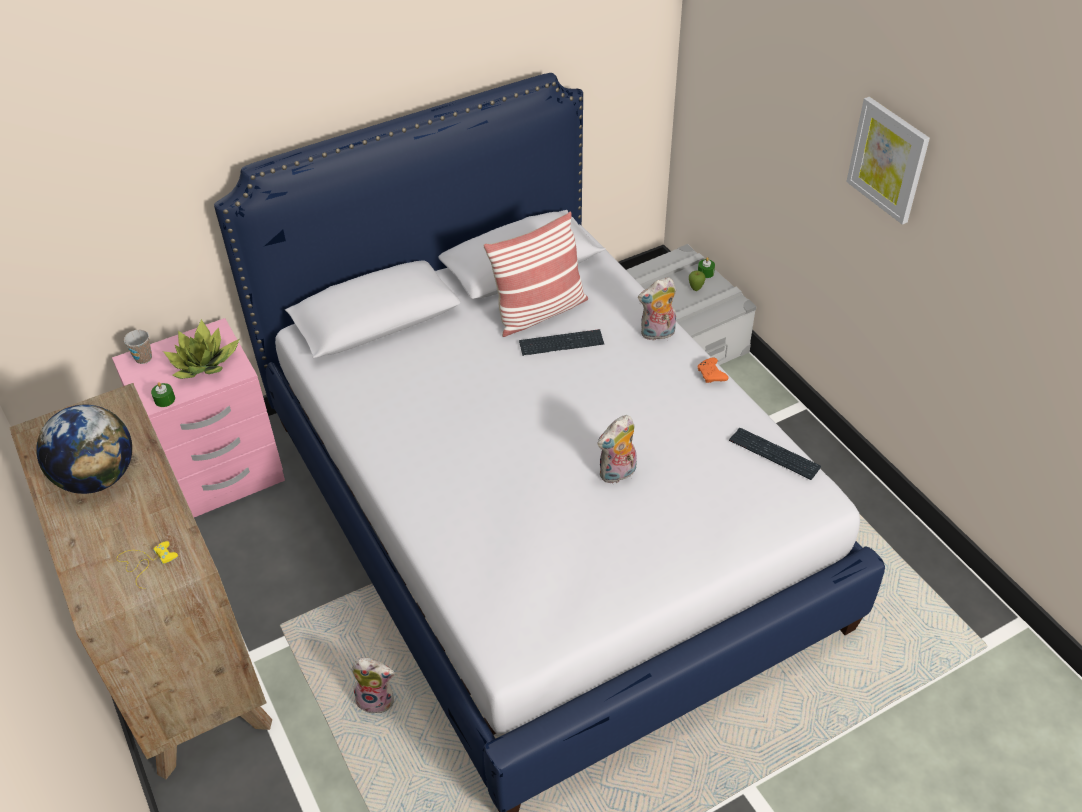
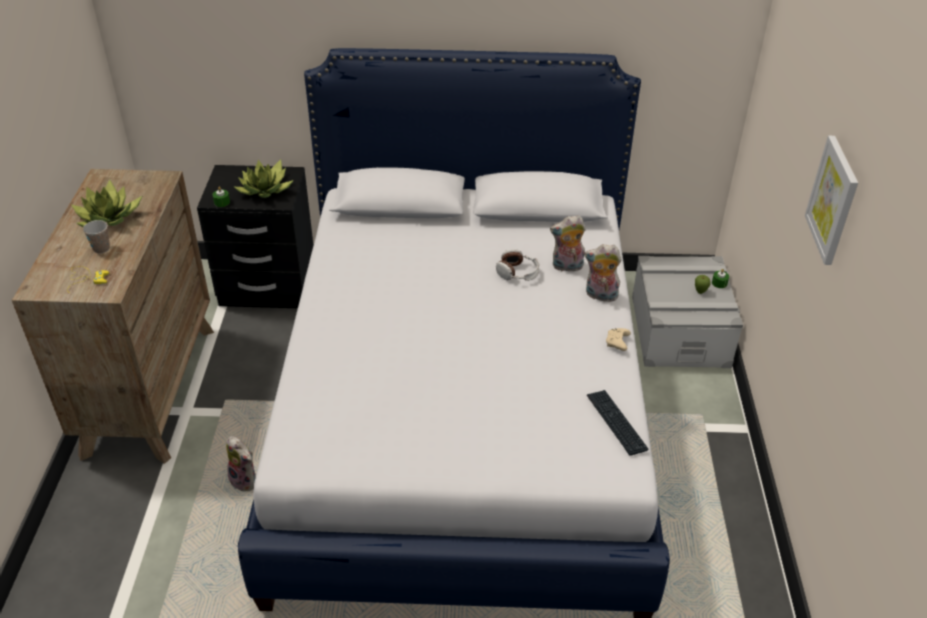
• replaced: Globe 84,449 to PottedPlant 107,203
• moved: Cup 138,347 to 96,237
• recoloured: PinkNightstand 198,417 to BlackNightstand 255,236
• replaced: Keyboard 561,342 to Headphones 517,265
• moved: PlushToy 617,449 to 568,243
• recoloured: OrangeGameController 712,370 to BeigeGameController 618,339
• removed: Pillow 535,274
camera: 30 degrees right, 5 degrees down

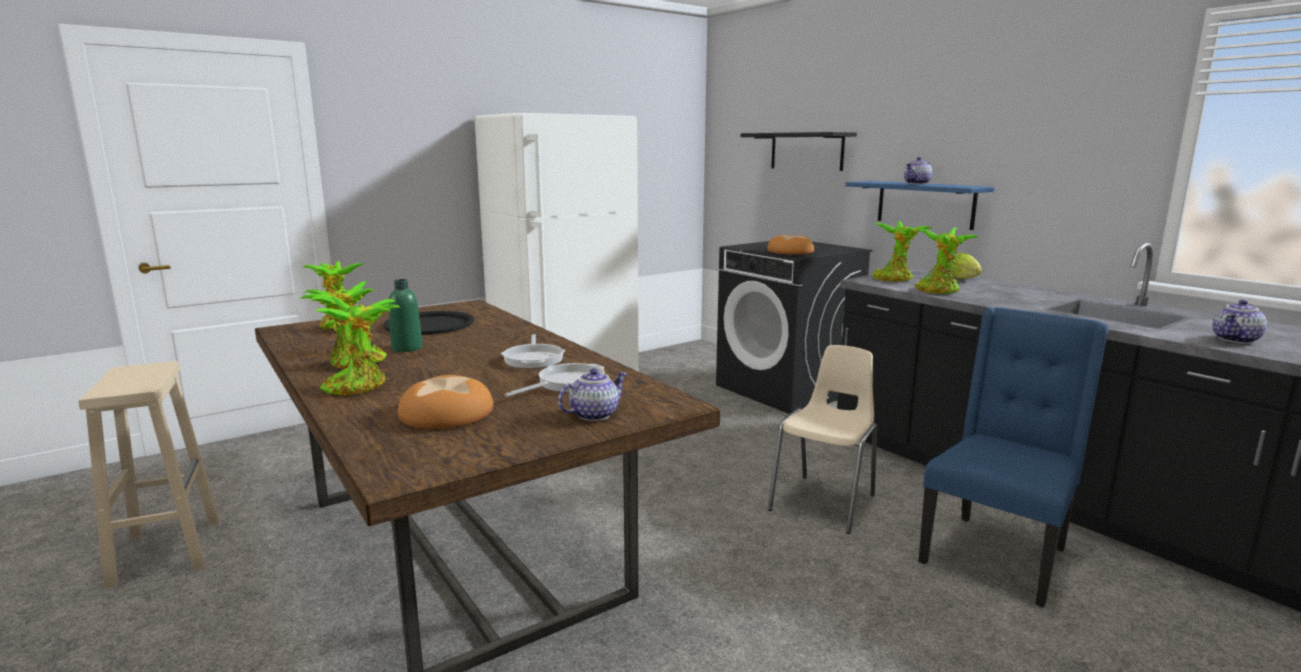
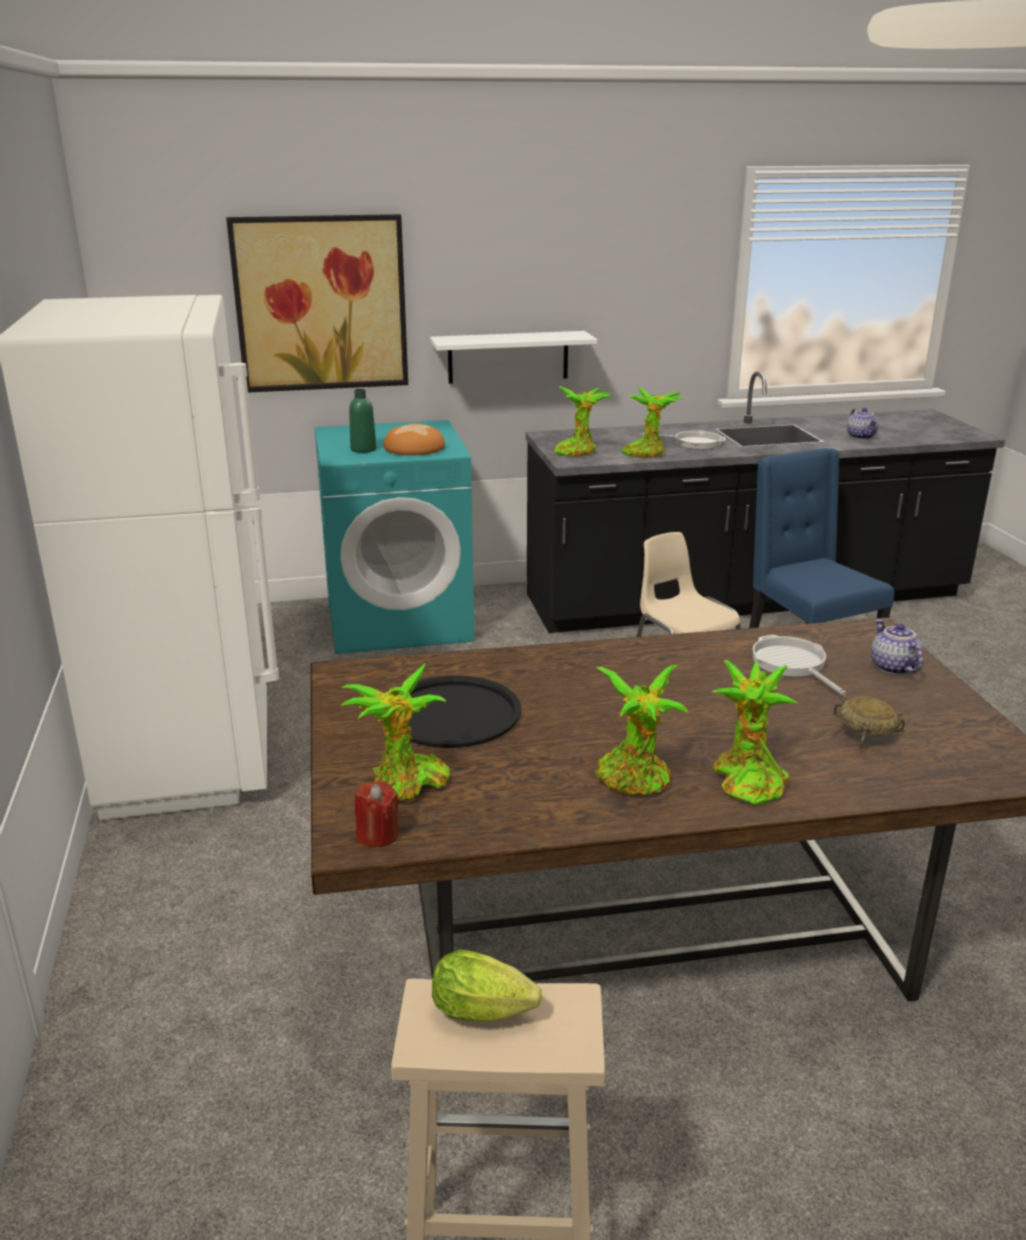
• replaced: BlackShelf 799,151 to Picture 317,303
• recoloured: BlackWashingMachine 794,327 to TurquoiseWashingMachine 394,537
• moved: GreenBottle 406,315 to 362,421
• added: RedCandle 377,813
• recoloured: BlueShelf 920,205 to WhiteShelf 513,357
• moved: Lettuce 967,266 to 487,986
• moved: FryingPan 533,351 to 684,440
• replaced: Bread 445,402 to BeigeBowl 868,723
• removed: Teapot 918,170
camera: 65 degrees left, 10 degrees up

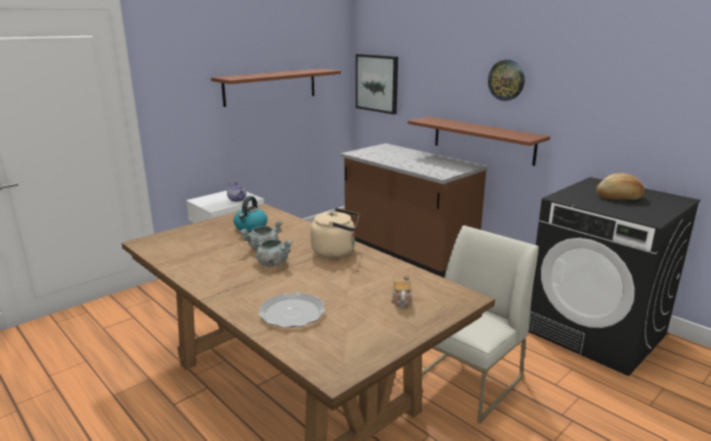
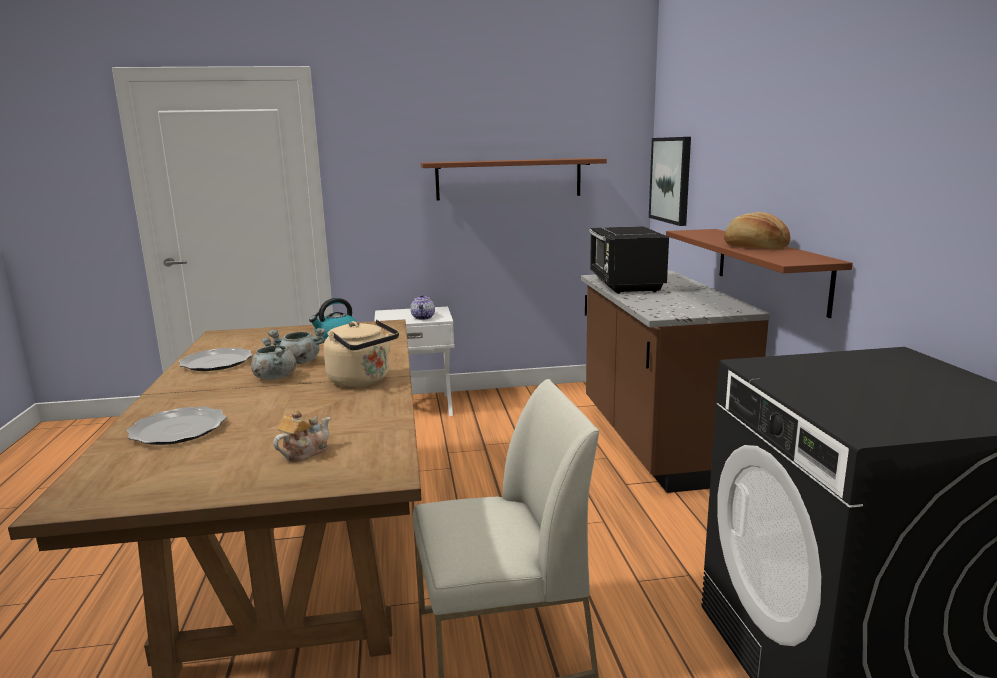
• added: Plate 216,359
• added: BlackMicrowave 629,260
• moved: Bread 620,186 to 757,230
• removed: WallClock 506,80
camera: 35 degrees right, 5 degrees down

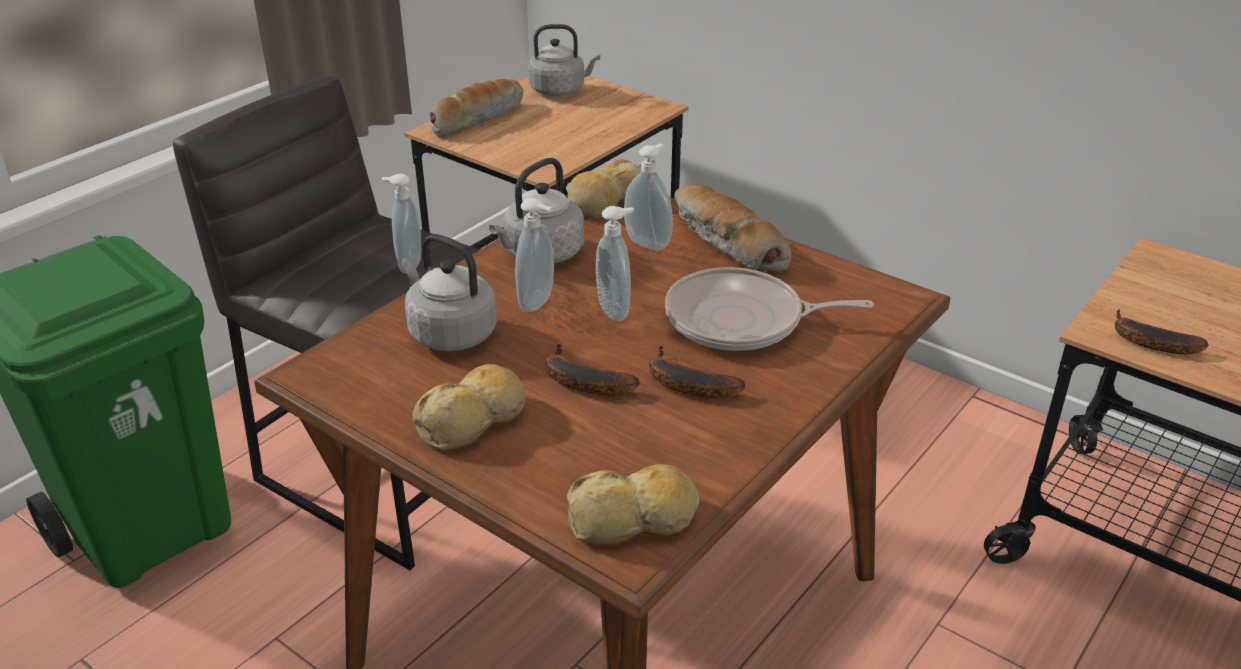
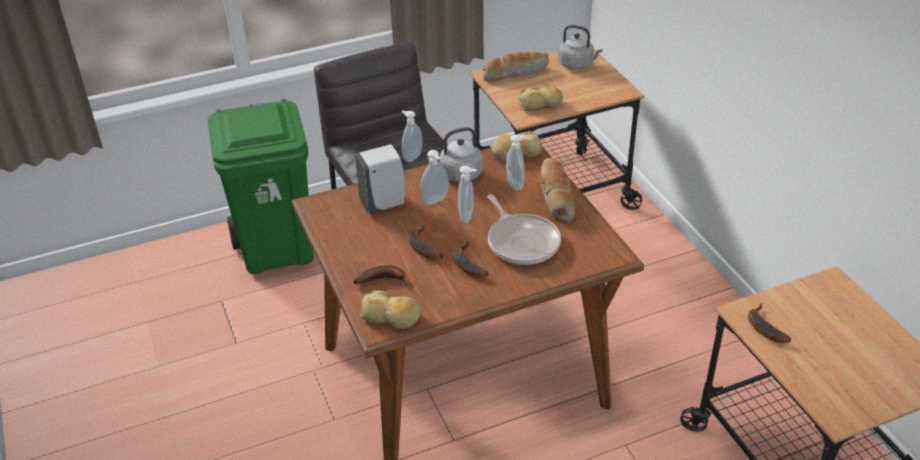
• added: Banana 380,276
• replaced: GreyKettle 449,293 to WhiteSoapDispenser 380,179
• turned: FryingPan 769,309 = 524,229 150 degrees counterclockwise
• moved: Bread 468,407 to 541,99
camera: 30 degrees right, 5 degrees up

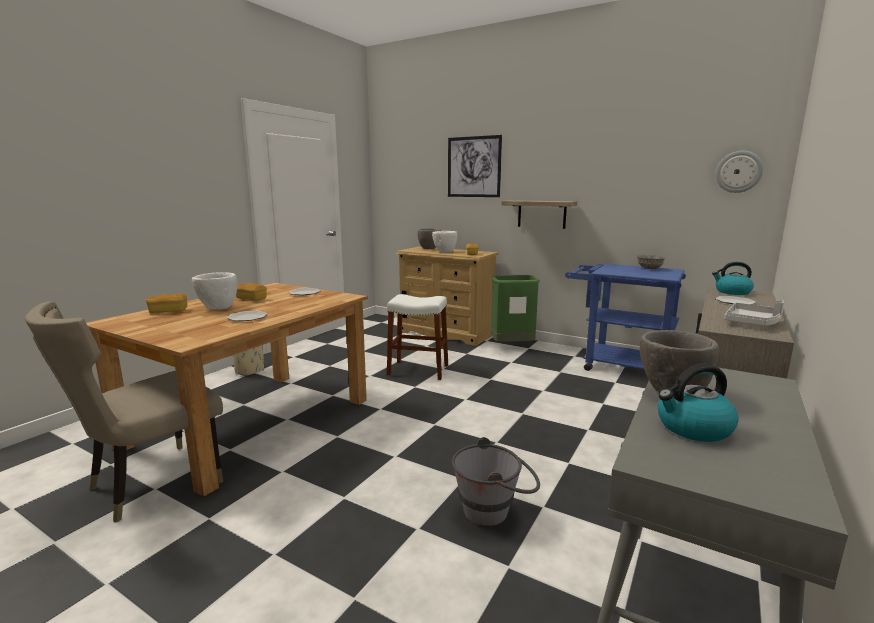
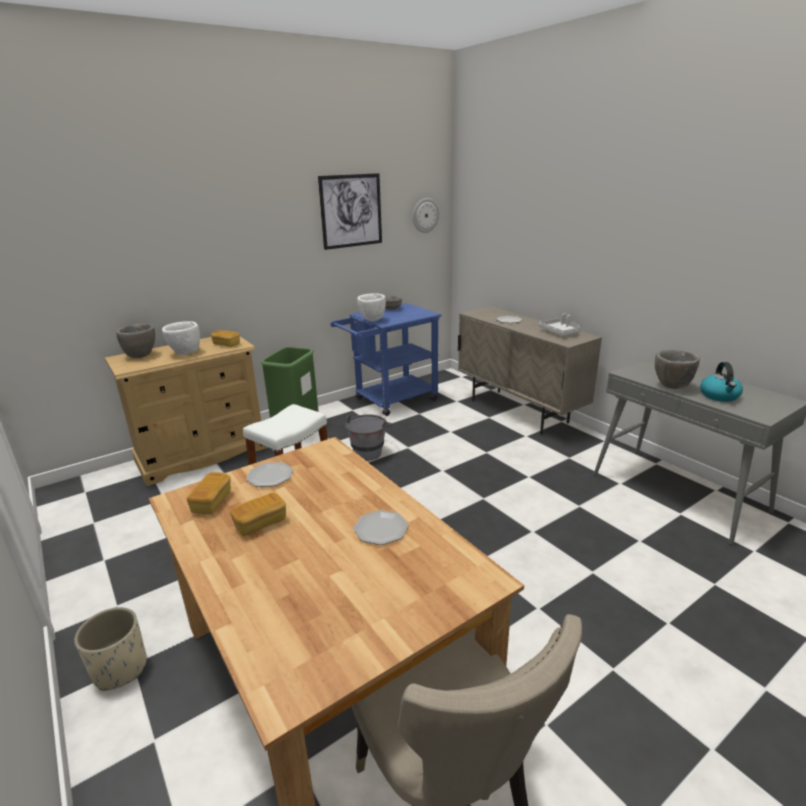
• moved: Bread 166,303 to 209,493
• moved: Picture 475,166 to 350,211
• moved: GreyBucket 496,481 to 369,437
• moved: WhiteBowl 214,290 to 371,307
• removed: Shelf 539,214
• removed: Kettle 733,278
camera: 65 degrees left, 10 degrees up

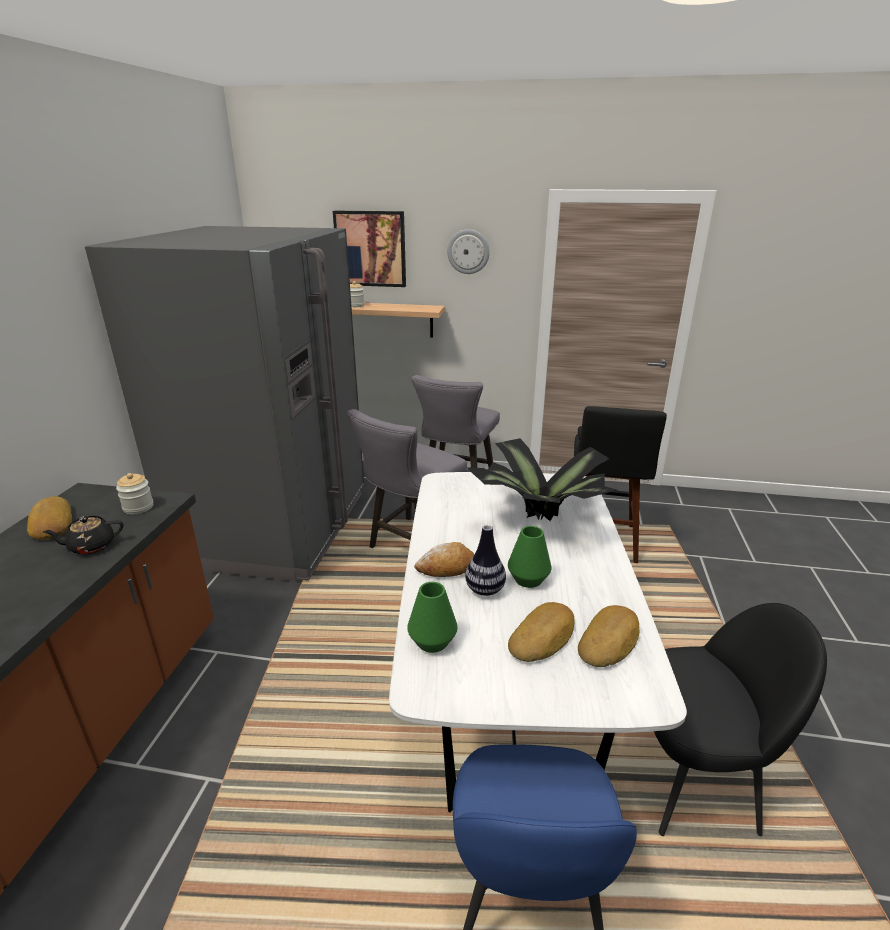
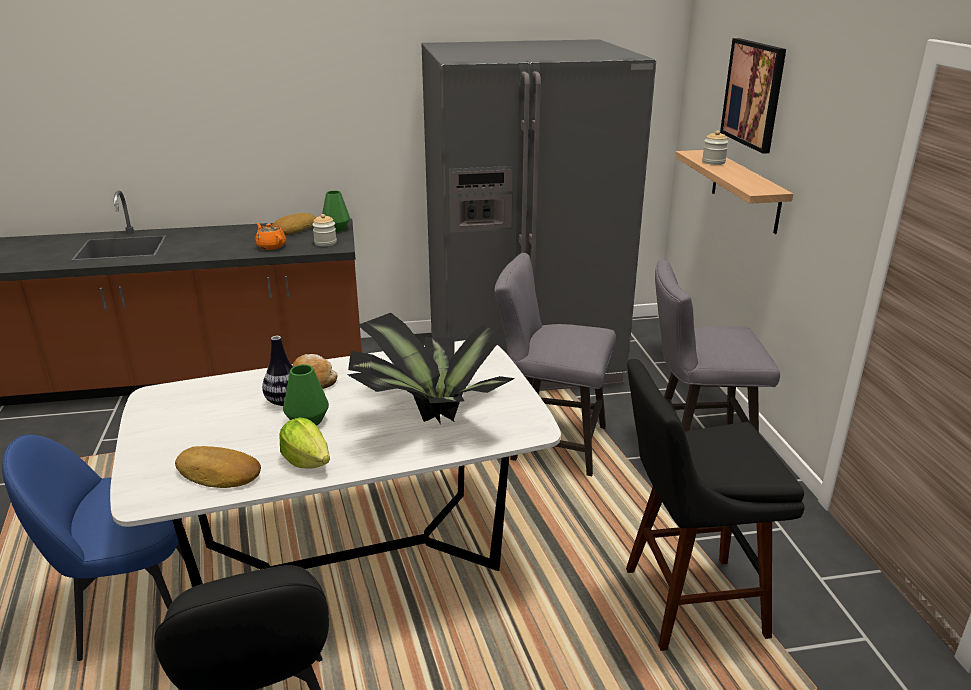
• recoloured: BlackTeapot 83,535 to OrangeTeapot 270,236
• added: Lettuce 304,442
• moved: GreenVase 432,617 to 336,211
• removed: WallClock 468,251
• removed: Bread 541,632
camera: 70 degrees right, 0 degrees up

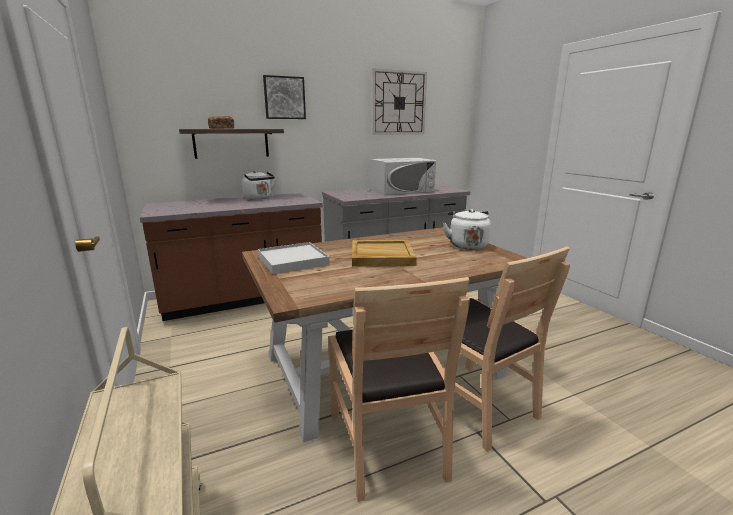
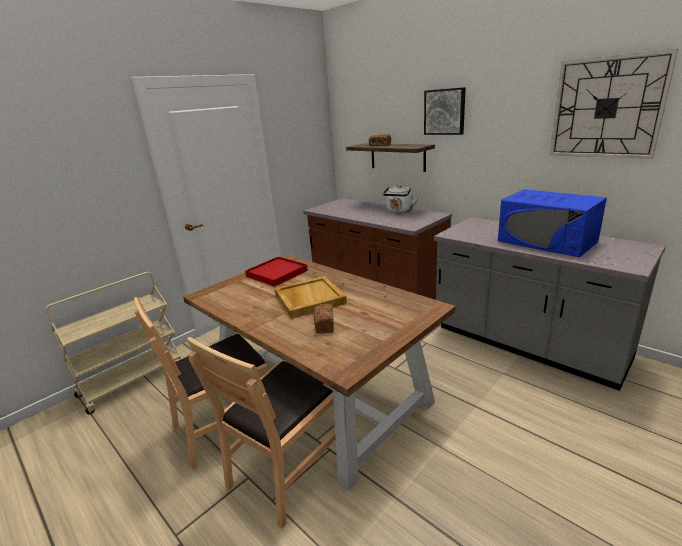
• recoloured: WhiteTray 294,258 to RedTray 276,272
• added: Bread 324,319
• recoloured: WhiteMicrowave 403,176 to BlueMicrowave 552,223
• removed: WhiteKettle 467,229
camera: 70 degrees right, 5 degrees up

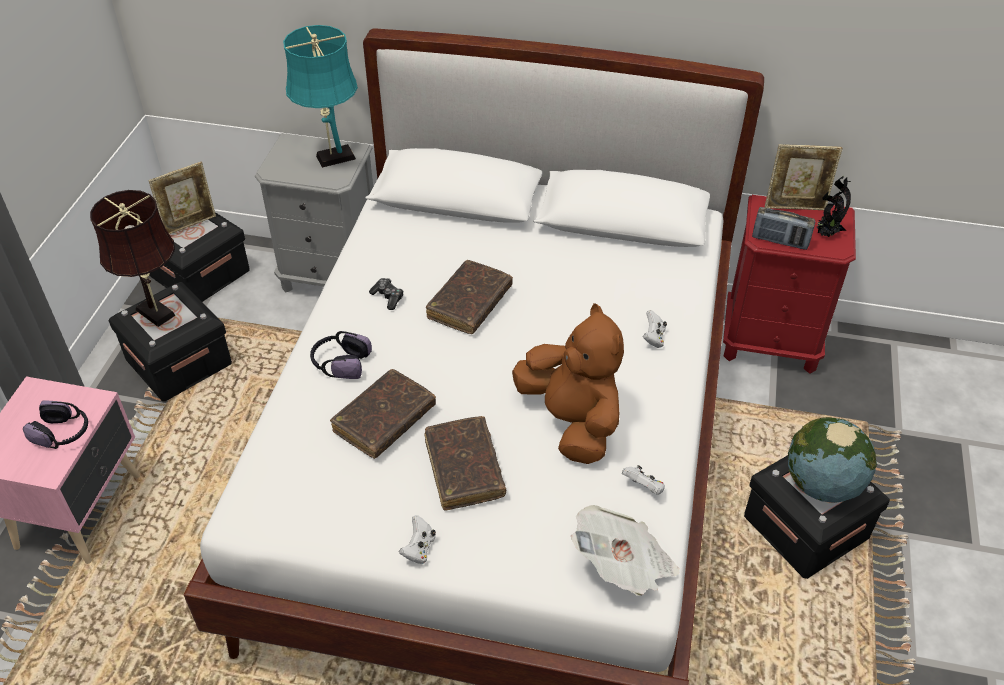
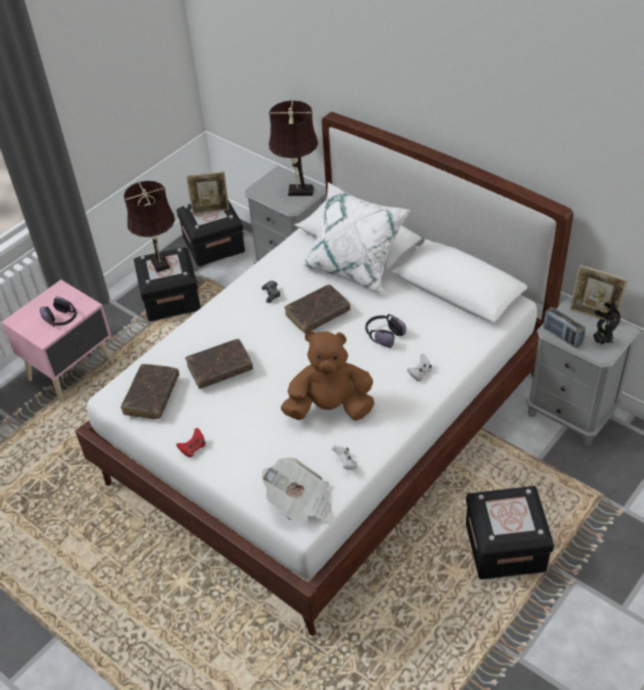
• moved: BrownBook 465,463 to 150,391
• recoloured: WhiteGameController 417,539 to RedGameController 191,442
• recoloured: TurquoiseTableLamp 320,96 to BrownTableLamp 293,148
• turned: BrownPlushToy 568,383 = 327,376 90 degrees counterclockwise
• added: WhitePillow 355,238
• moved: Headphones 341,355 to 385,331
• recoloured: RedNightstand 789,284 to GreyNightstand 583,371
• removed: Globe 832,460
camera: 30 degrees right, 0 degrees up

